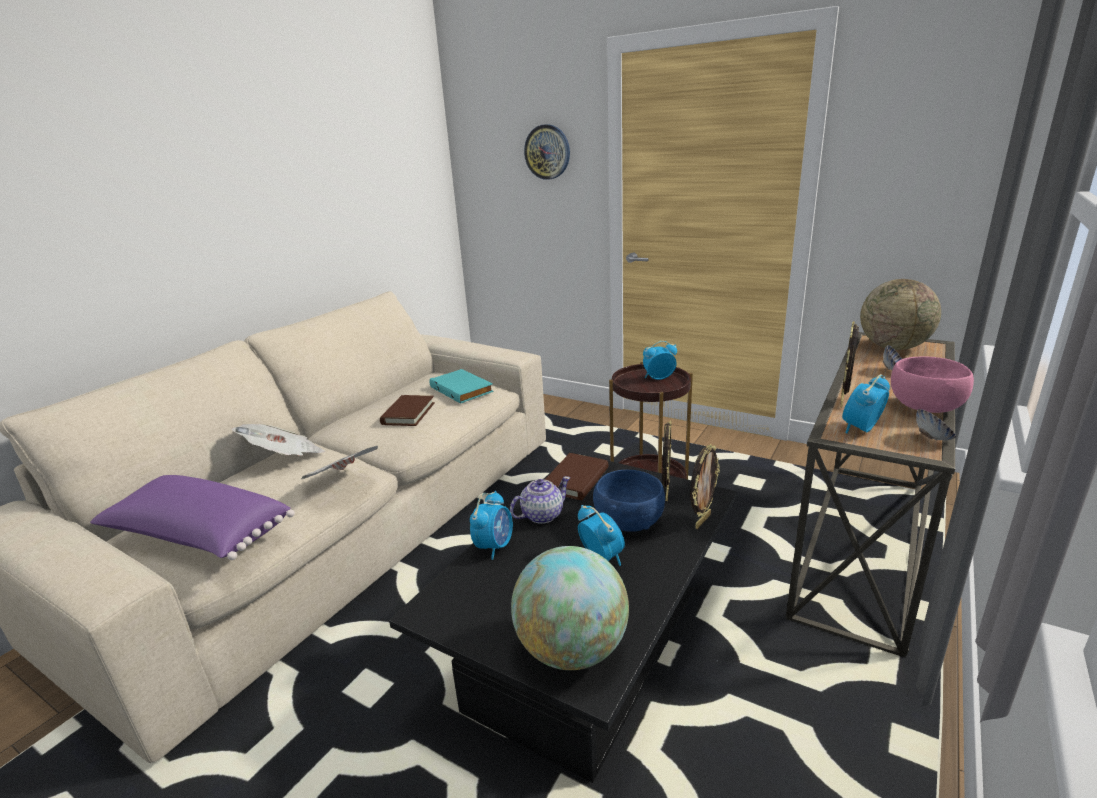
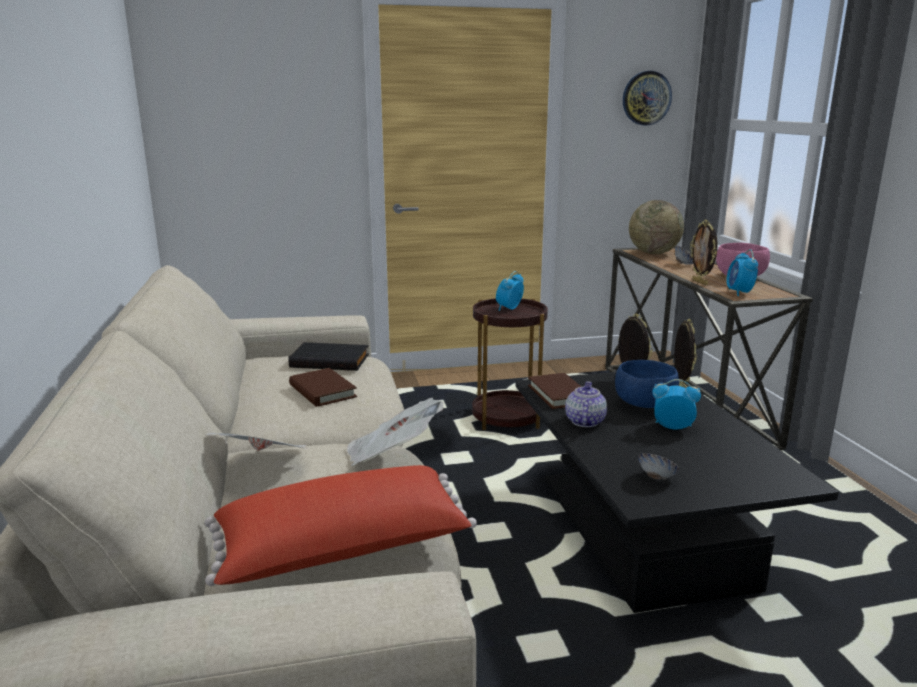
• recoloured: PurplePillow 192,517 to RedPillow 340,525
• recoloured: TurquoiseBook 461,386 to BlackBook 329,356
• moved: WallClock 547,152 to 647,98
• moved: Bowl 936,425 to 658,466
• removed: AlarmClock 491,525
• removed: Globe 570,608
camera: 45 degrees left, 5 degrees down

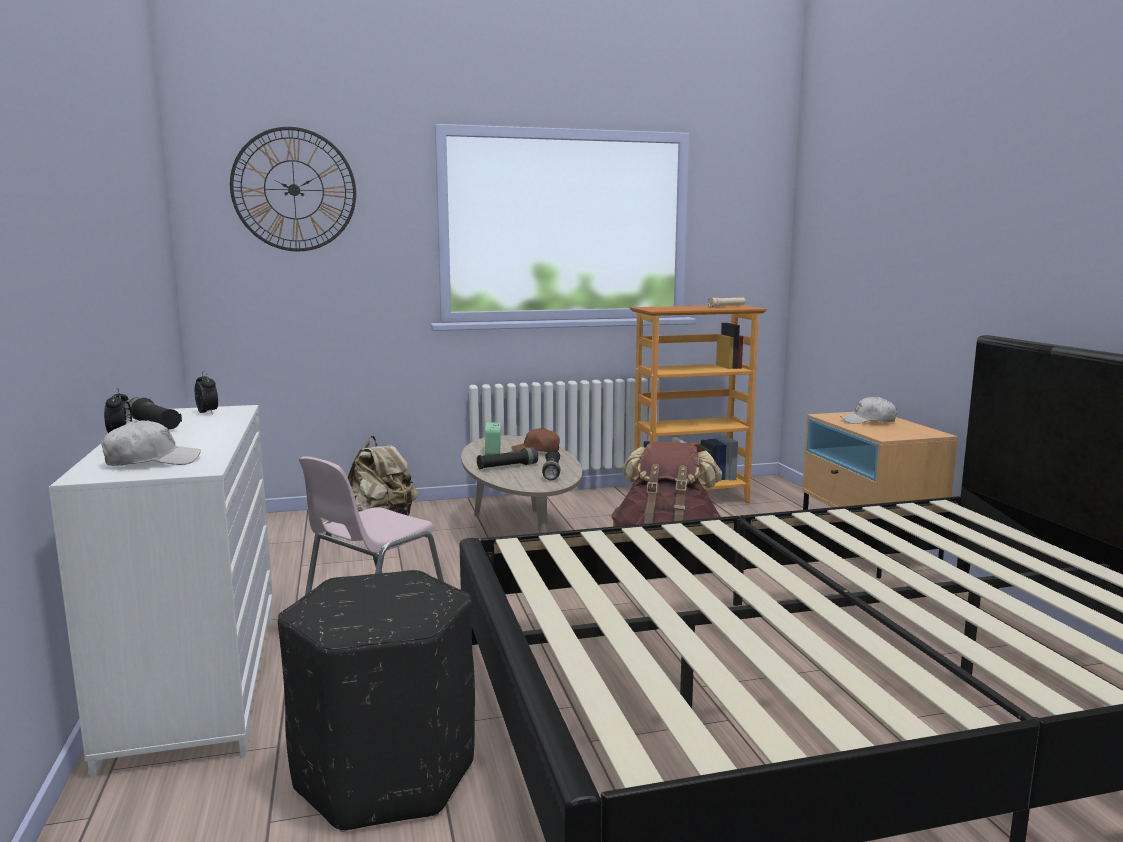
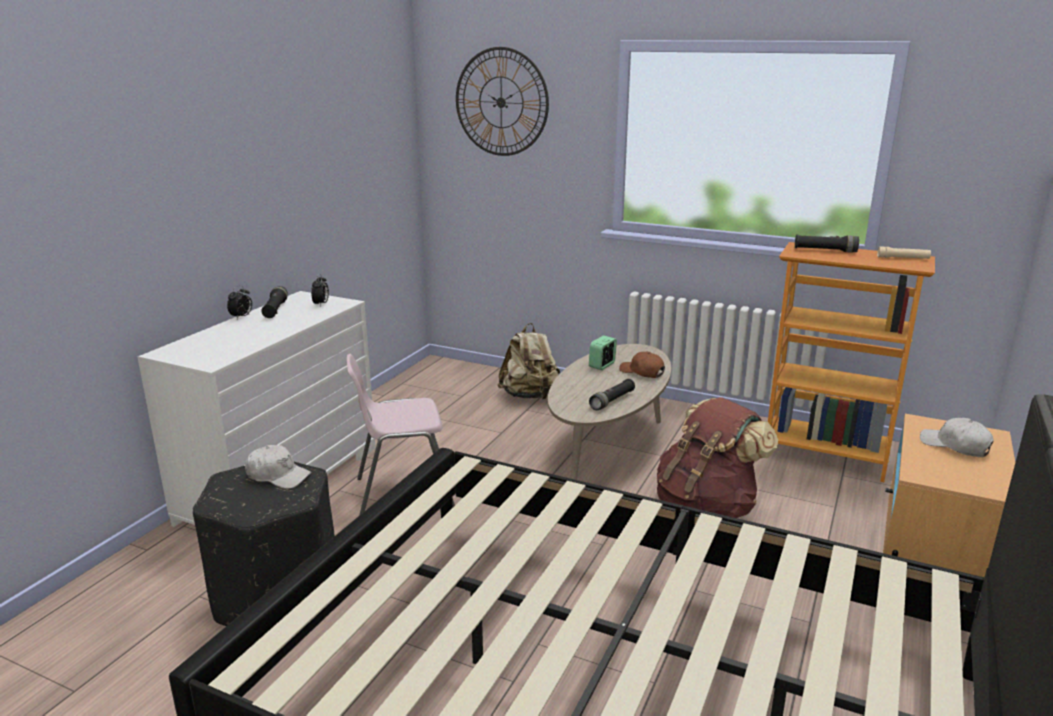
• moved: WhiteCap 151,443 to 278,467
• moved: BlackFlashlight 507,458 to 827,244
camera: 40 degrees right, 10 degrees up

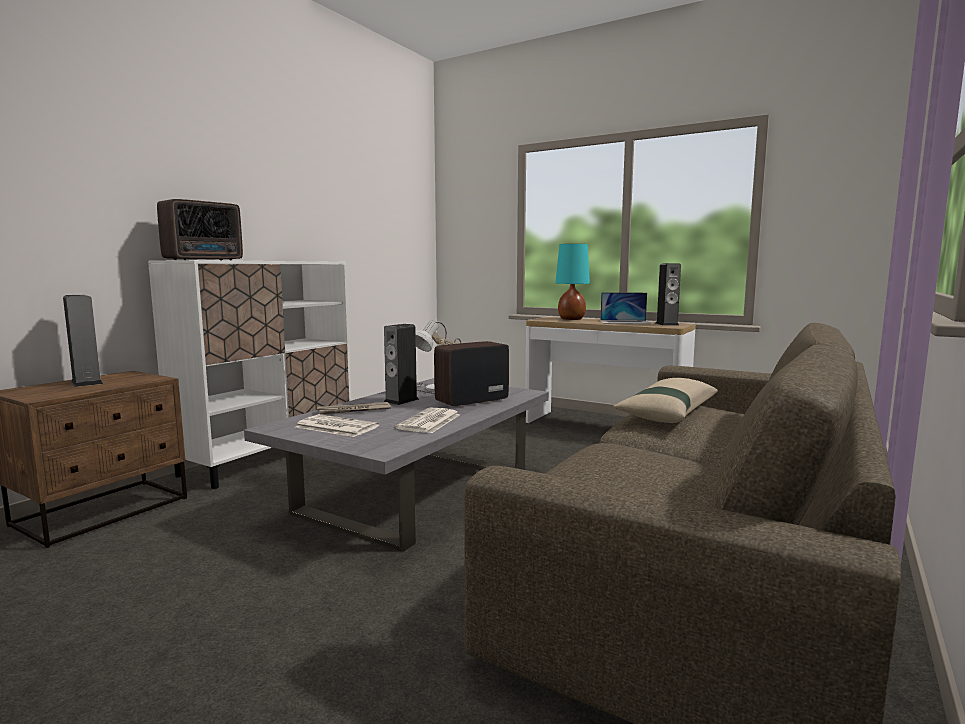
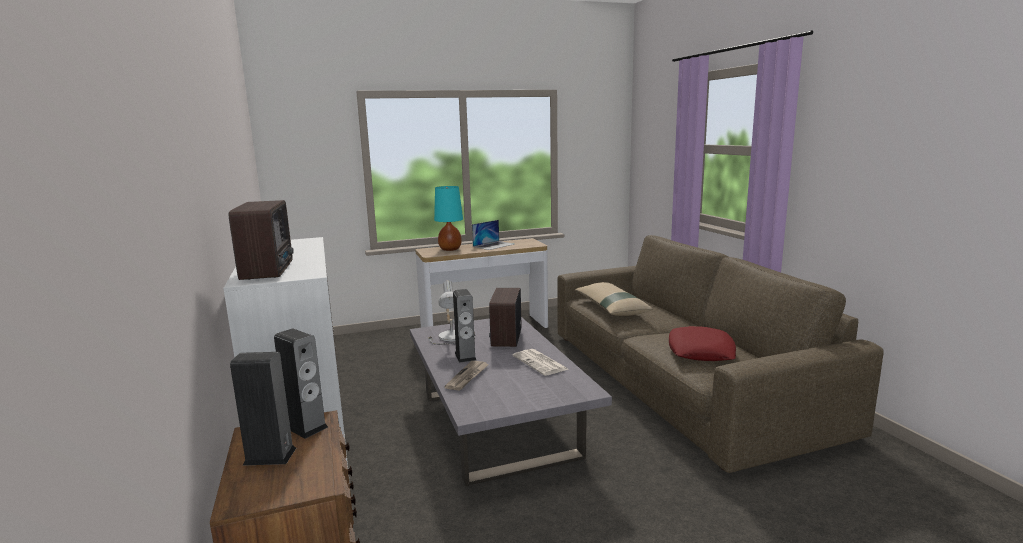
• moved: Speaker 668,294 to 301,384
• added: RedPillow 702,343
• removed: Newspaper 337,425
camera: 50 degrees left, 5 degrees up

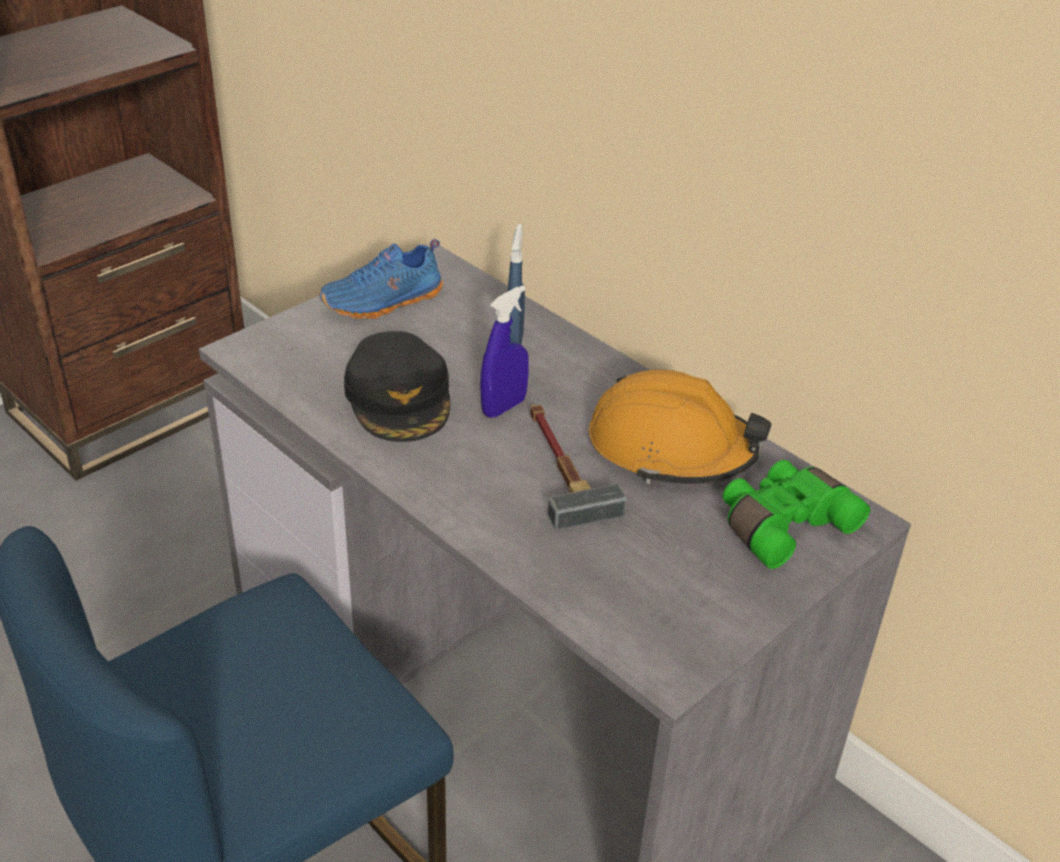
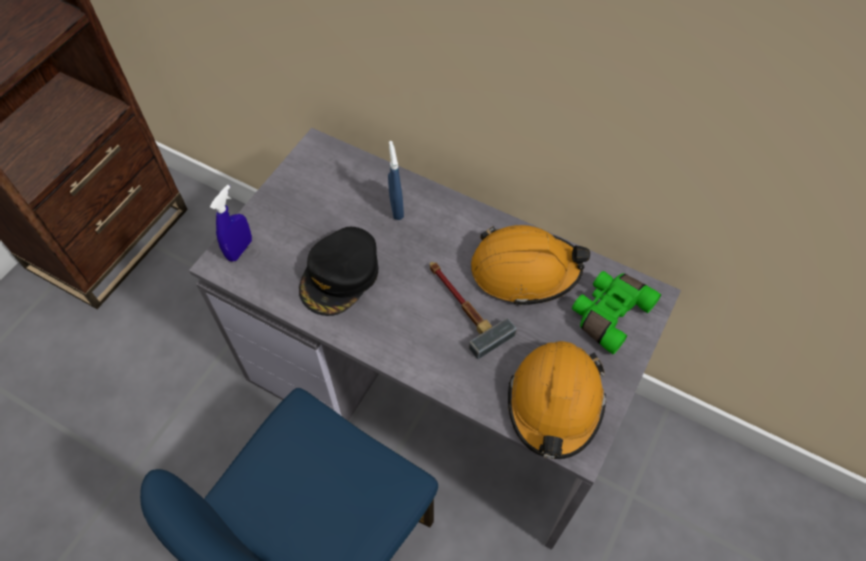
• moved: BlueSprayBottle 504,351 to 231,223
• turned: BlackCap 397,386 = 338,271 60 degrees clockwise
• added: OrangeHardHat 557,400
• removed: BlueShoe 381,279
camera: 15 degrees left, 20 degrees up

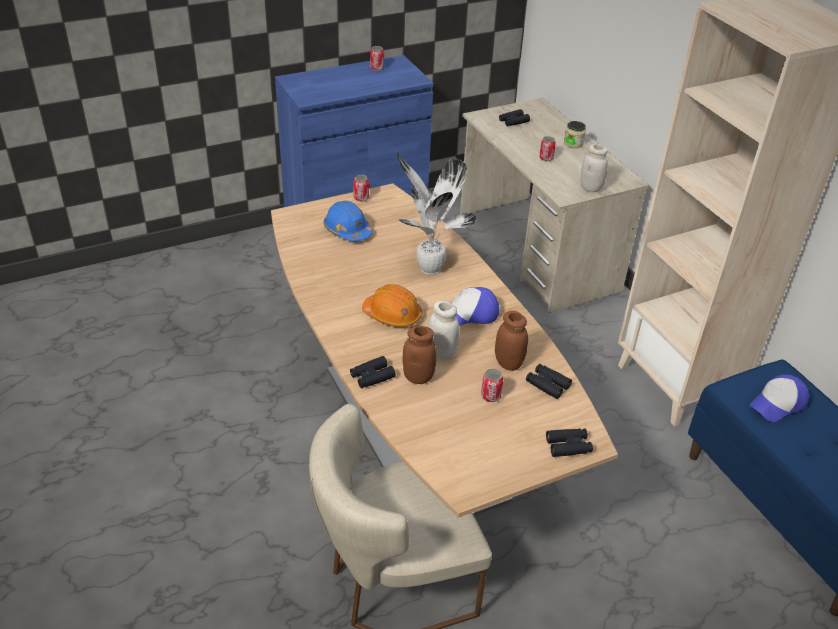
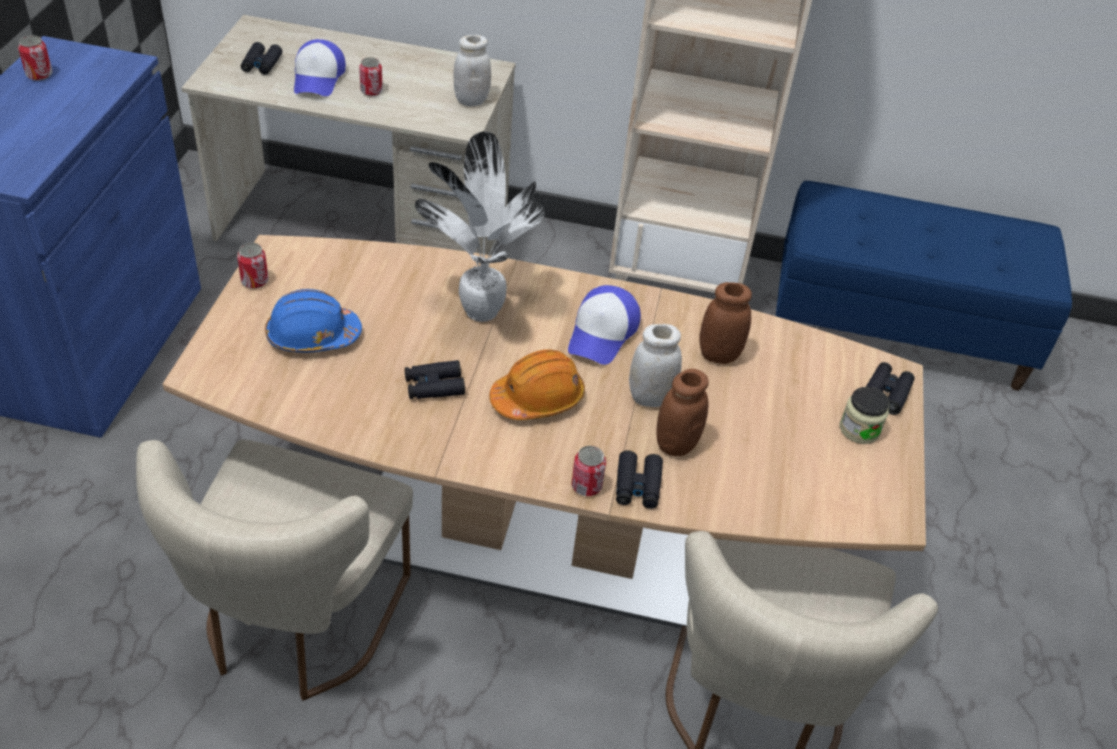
• added: BeigeChair 274,569
• moved: Cap 779,398 to 320,67
• moved: BlackBinoculars 549,381 to 435,379
• moved: Can 492,385 to 588,471
• moved: Jar 575,134 to 865,415
camera: 55 degrees left, 5 degrees up

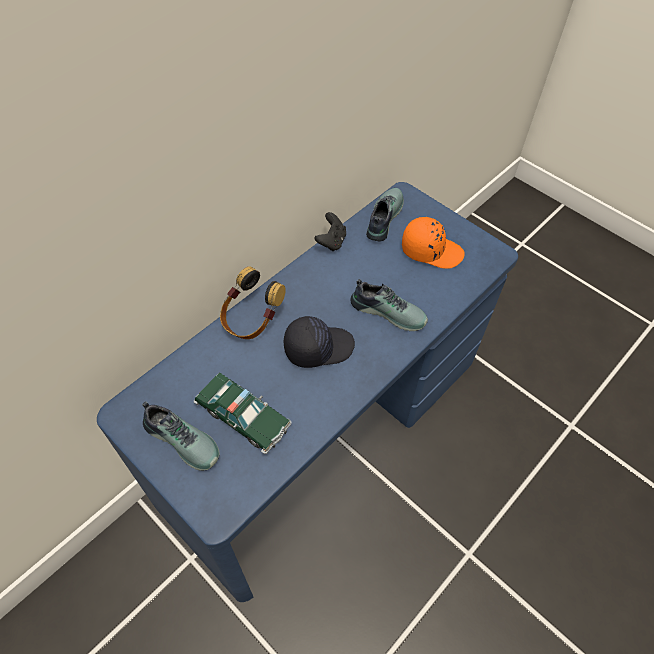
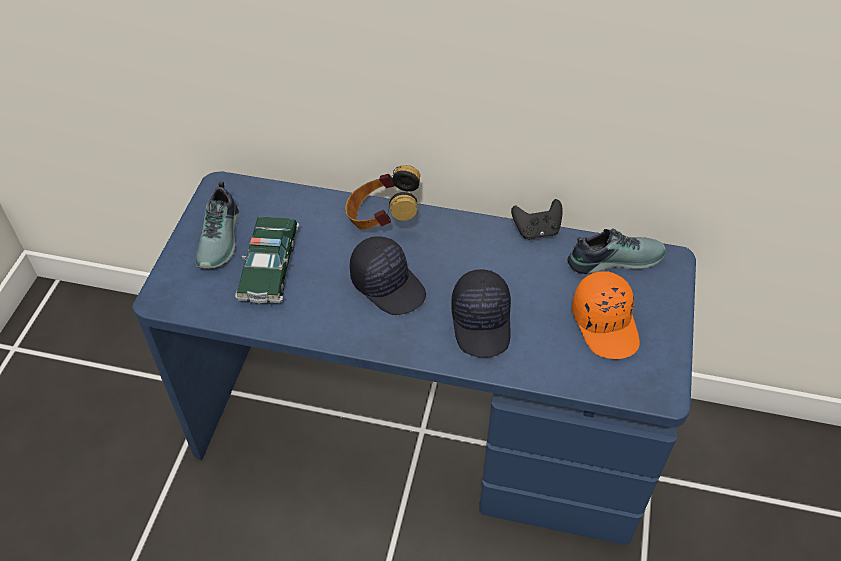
• replaced: Shoe 389,305 to BlackCap 481,313
camera: 60 degrees right, 5 degrees down

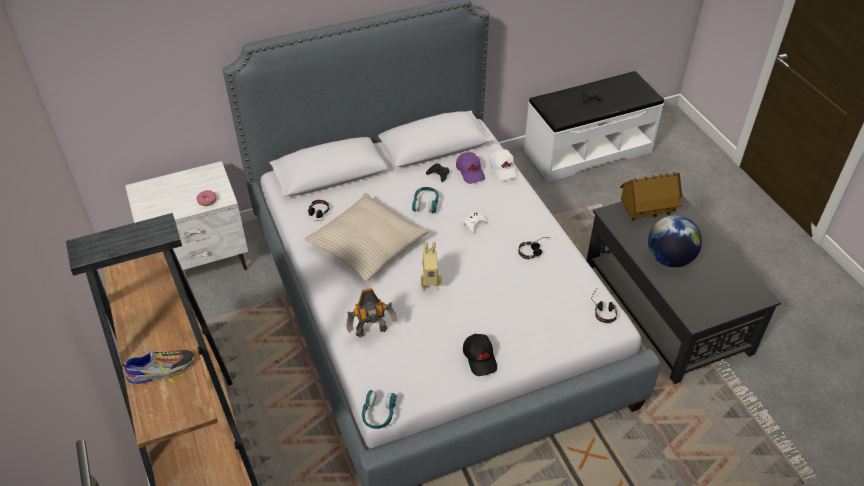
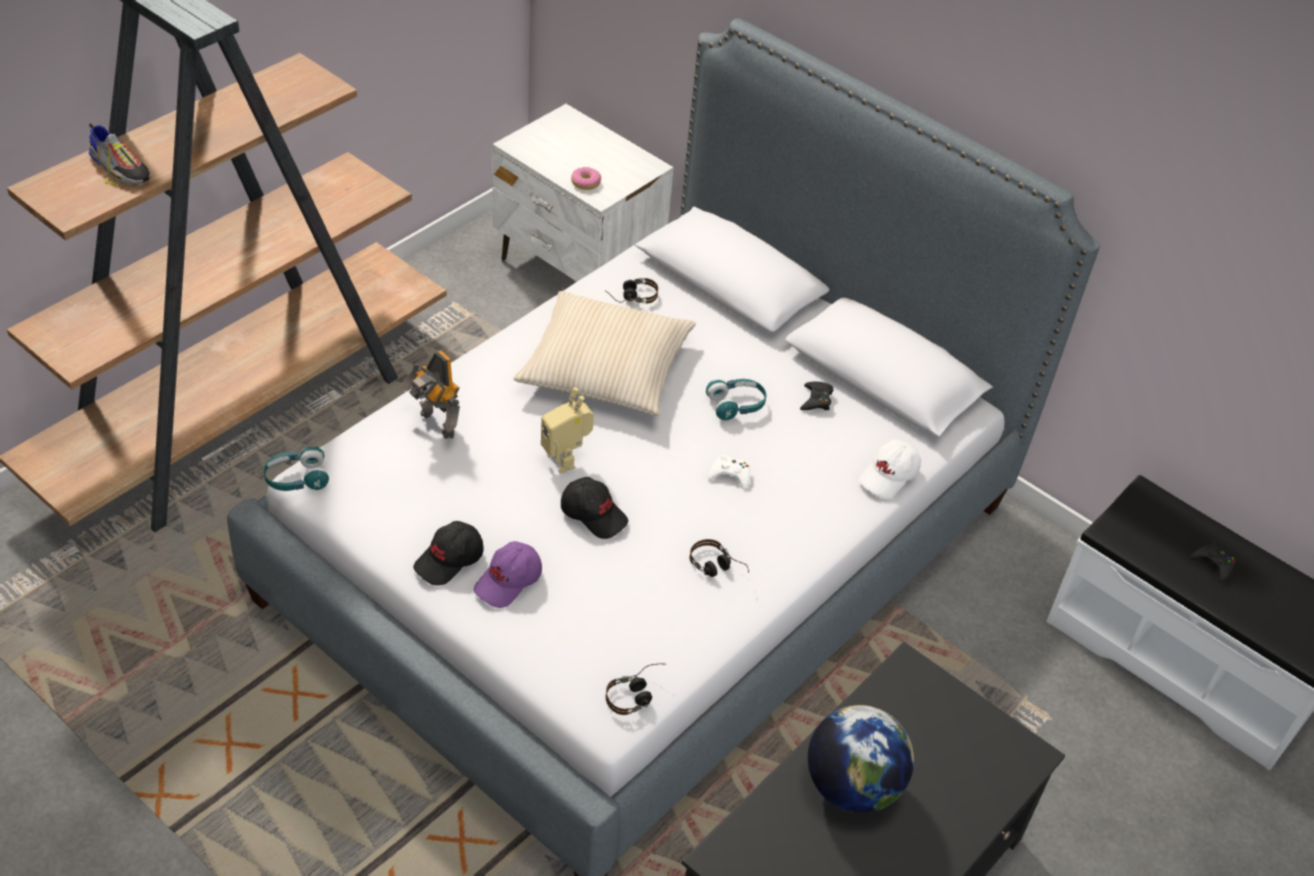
• moved: PurpleCap 470,168 to 508,574
• added: BlackCap 594,508
• removed: ToyHouse 651,196
camera: 60 degrees right, 0 degrees up

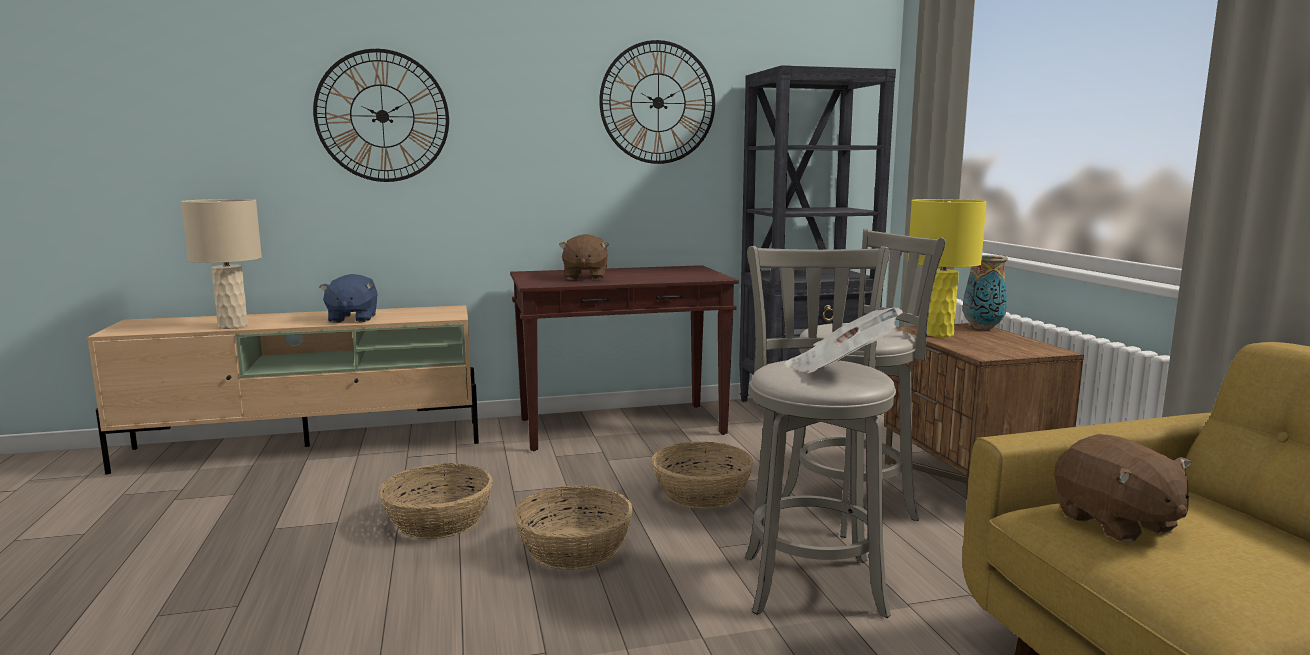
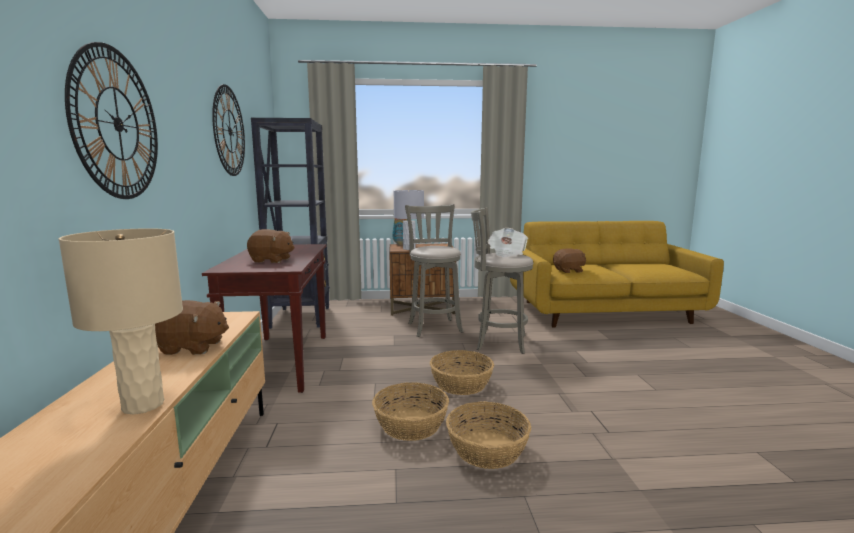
• recoloured: BluePlushToy 349,298 to BrownPlushToy 192,327
• recoloured: YellowTableLamp 947,268 to GreyTableLamp 409,220
• moved: Basket 703,475 to 488,435
camera: 80 degrees left, 0 degrees up

